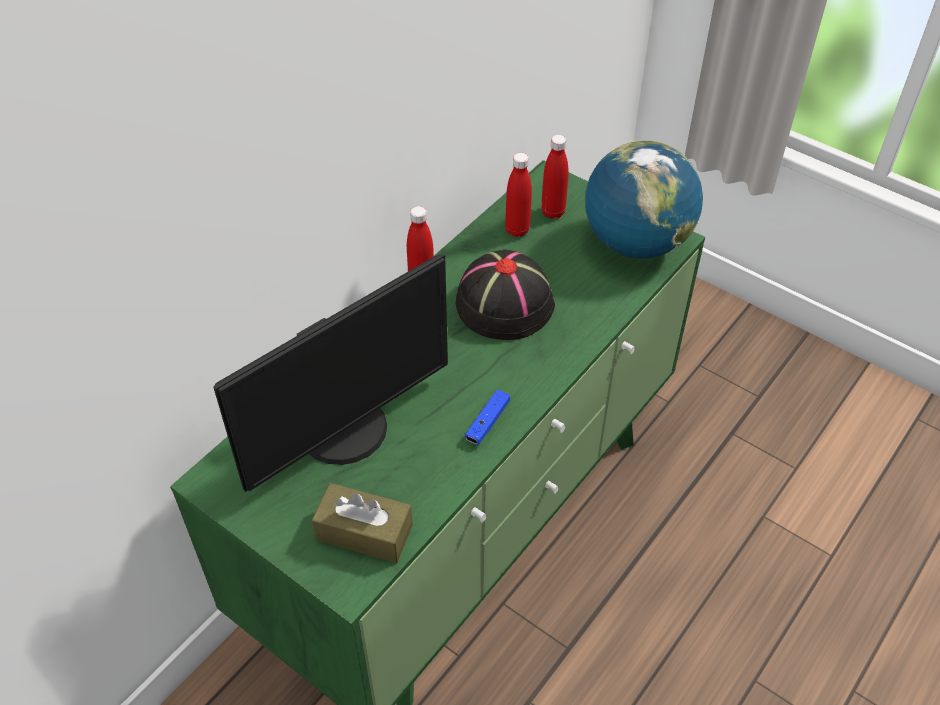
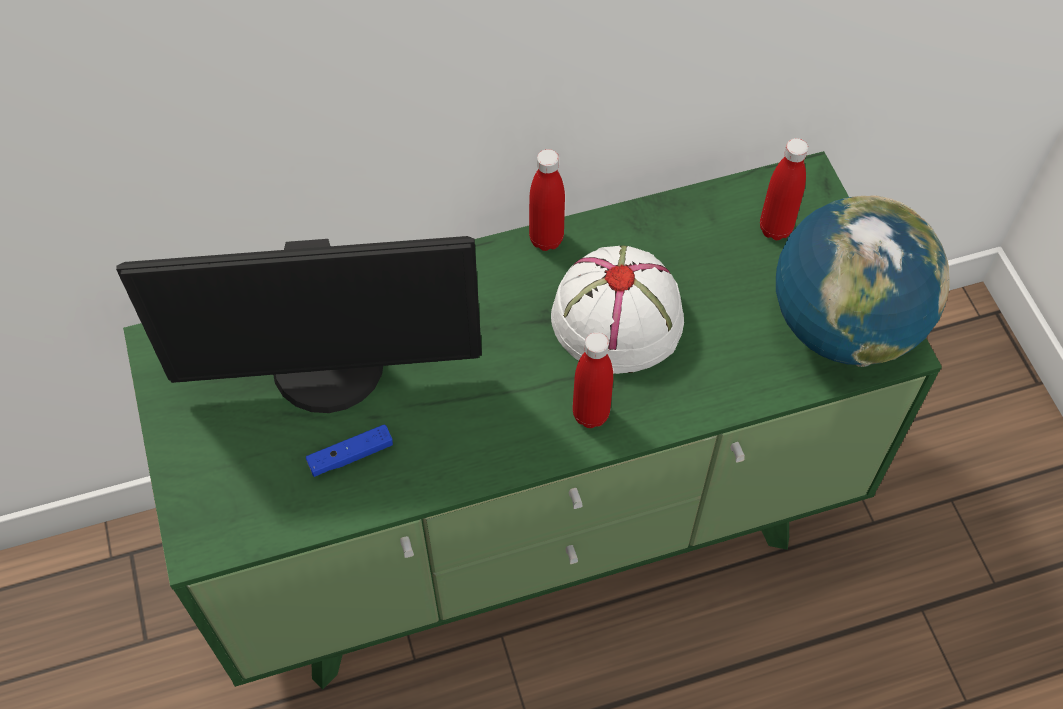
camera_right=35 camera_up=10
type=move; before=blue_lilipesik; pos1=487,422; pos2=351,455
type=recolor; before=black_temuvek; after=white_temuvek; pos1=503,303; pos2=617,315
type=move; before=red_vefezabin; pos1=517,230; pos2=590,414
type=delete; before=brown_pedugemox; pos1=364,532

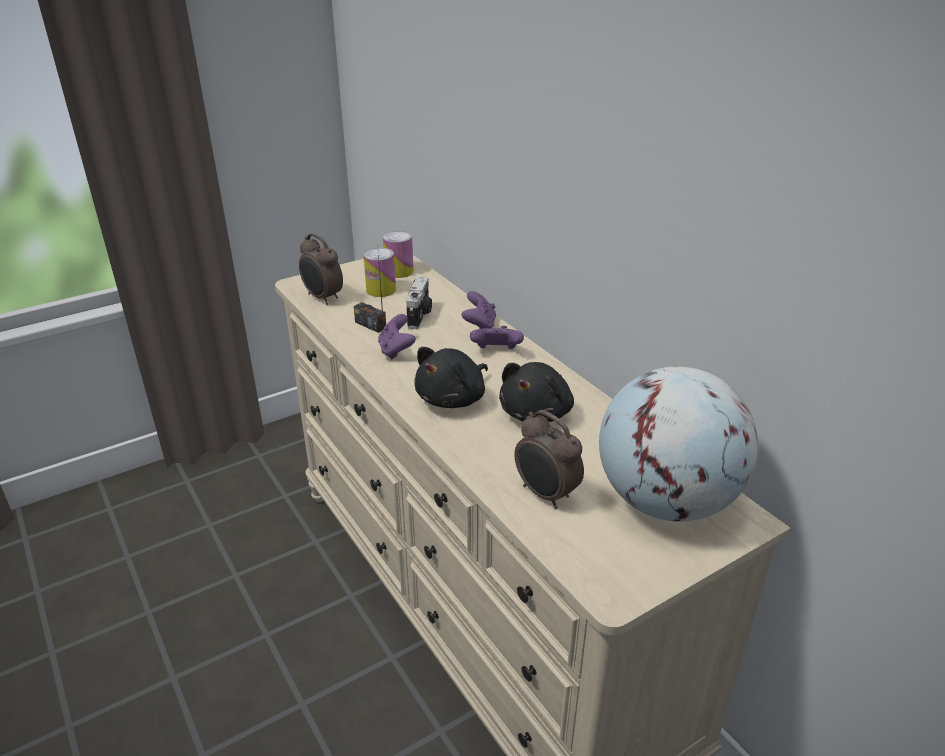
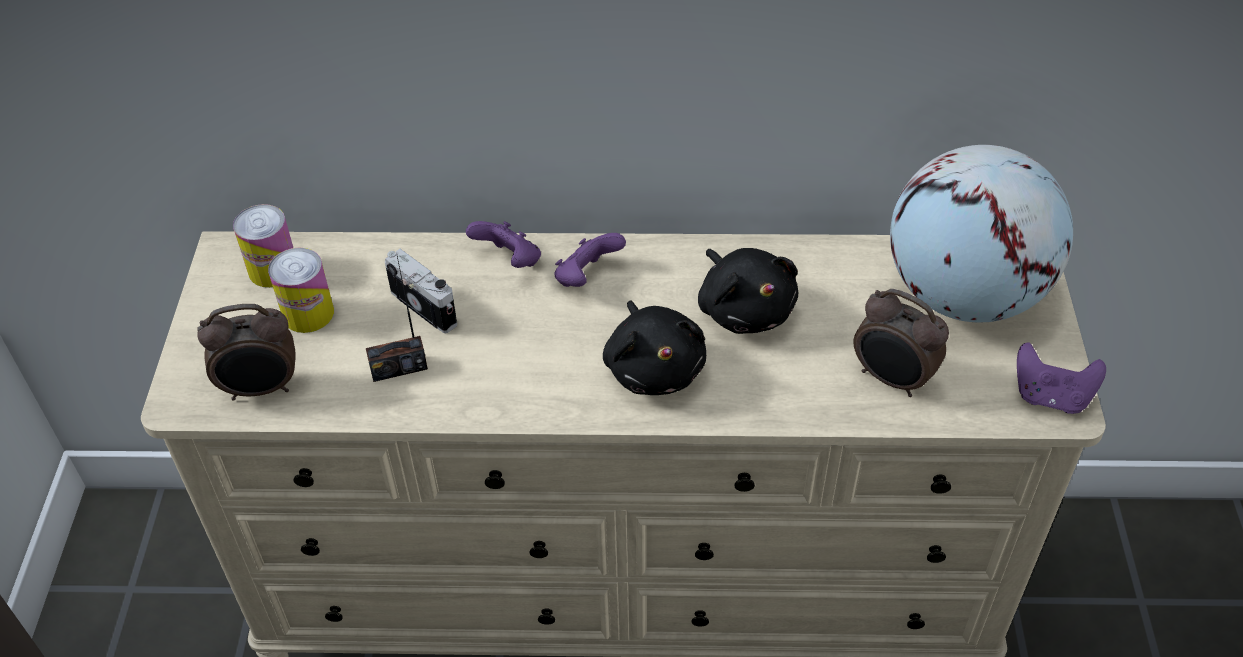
camera_right=-55 camera_up=15
type=rotate; before=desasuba; pos1=545,494; pos2=891,379; turn=45
type=move; before=purple_lilipesik; pos1=396,351; pos2=1051,396

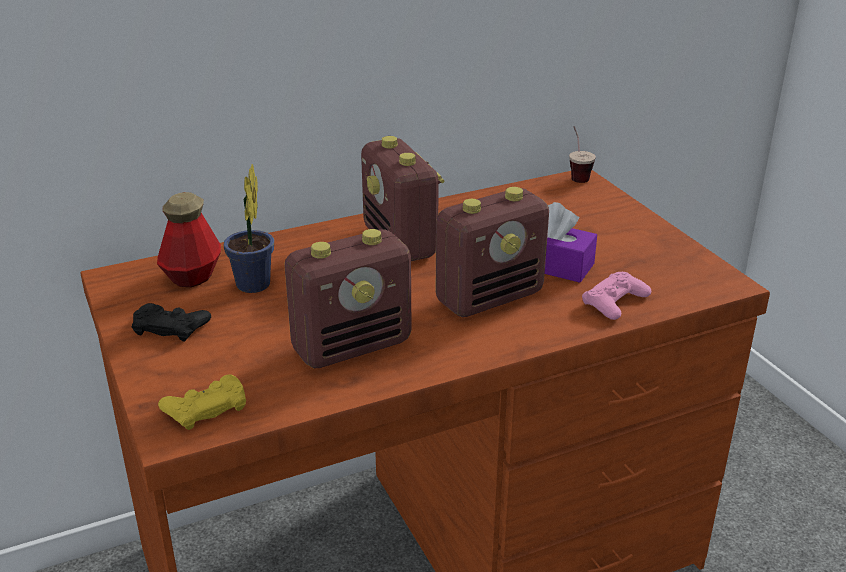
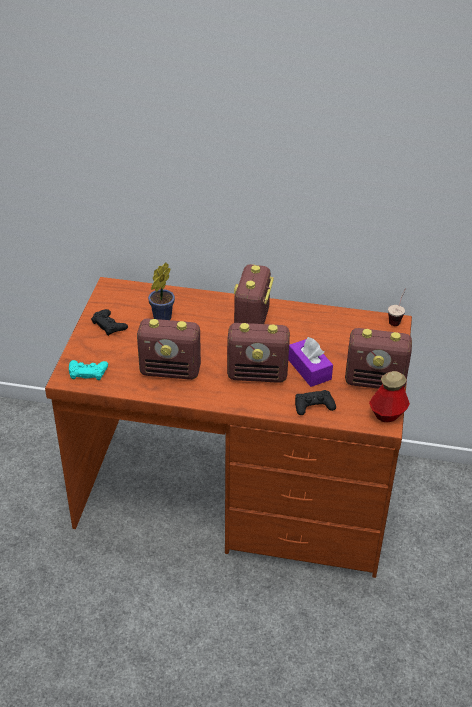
camera_right=35 camera_up=10
type=recolor; before=yellow_lilipesik; after=turquoise_lilipesik; pos1=206,407; pos2=88,372
type=recolor; before=pink_lilipesik; after=black_lilipesik; pos1=615,302; pos2=313,405
type=insert; after=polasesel; pos2=375,381
type=move; before=vefezabin; pos1=192,276; pos2=387,414

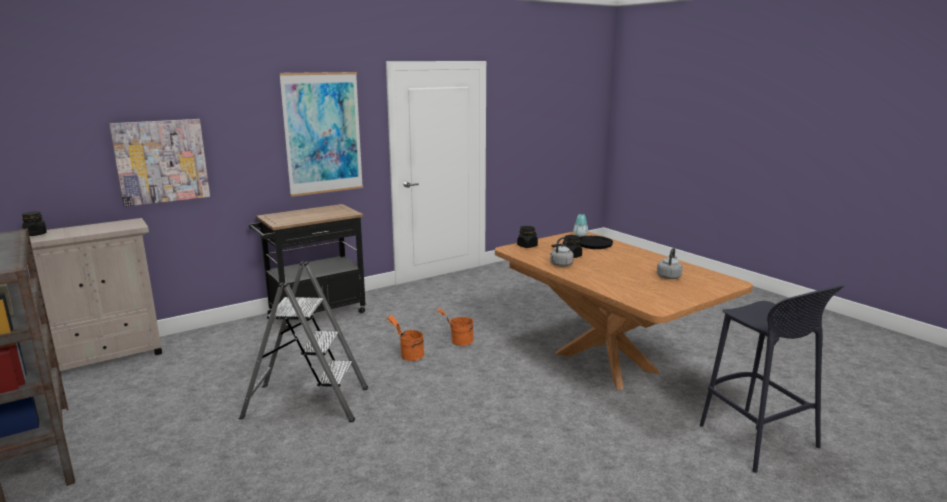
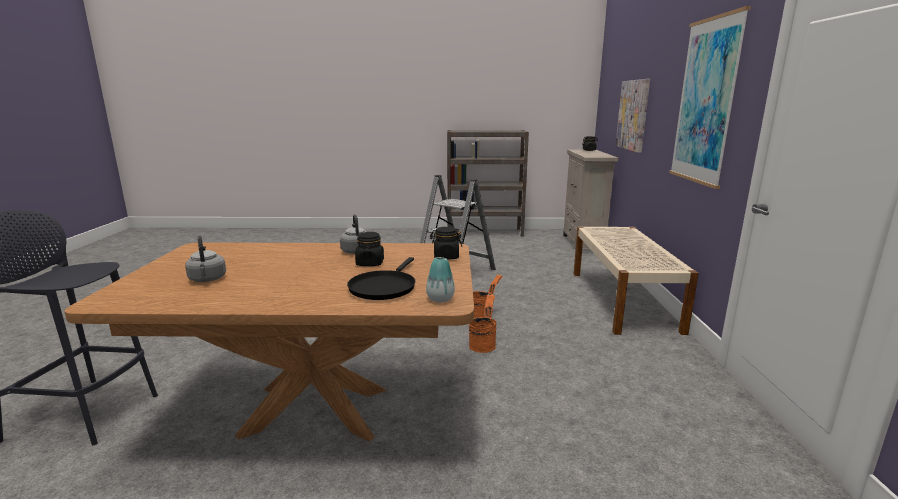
camera_right=125 camera_up=0
type=replace; before=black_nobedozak; after=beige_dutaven; pos1=314,314; pos2=623,300

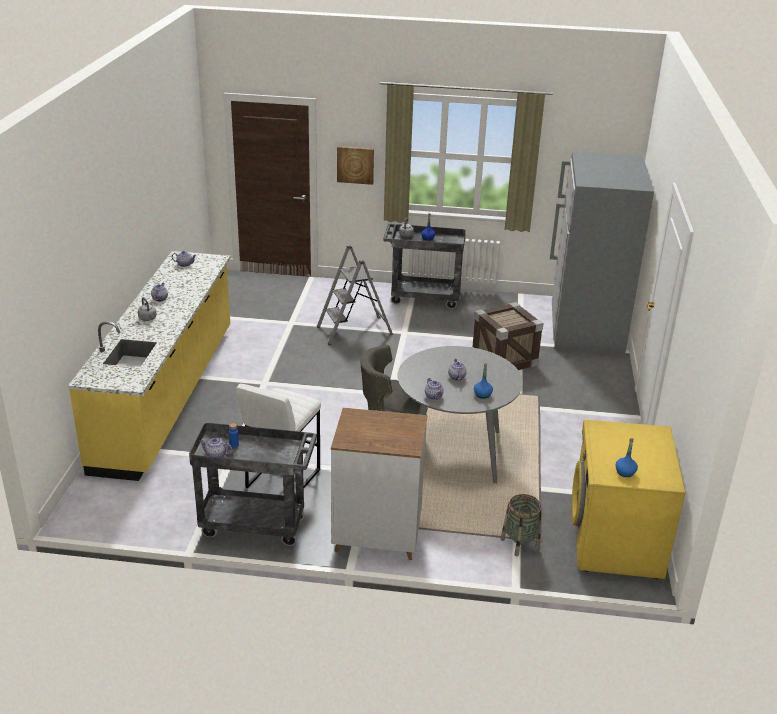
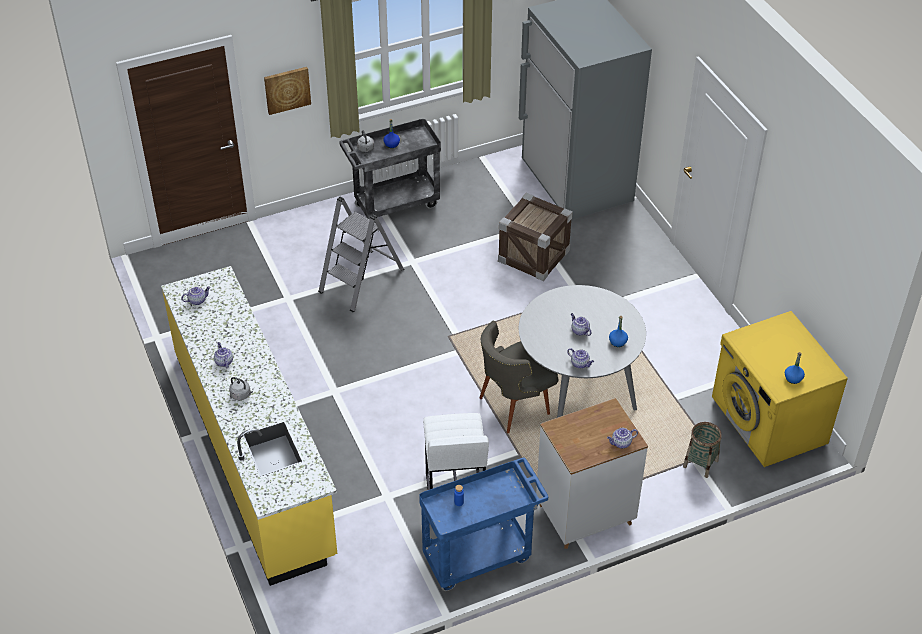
camera_right=-30 camera_up=15
type=recolor; before=grey_nobedozak; after=blue_nobedozak; pos1=258,528; pos2=482,559
type=move; before=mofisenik; pos1=215,455; pos2=621,443

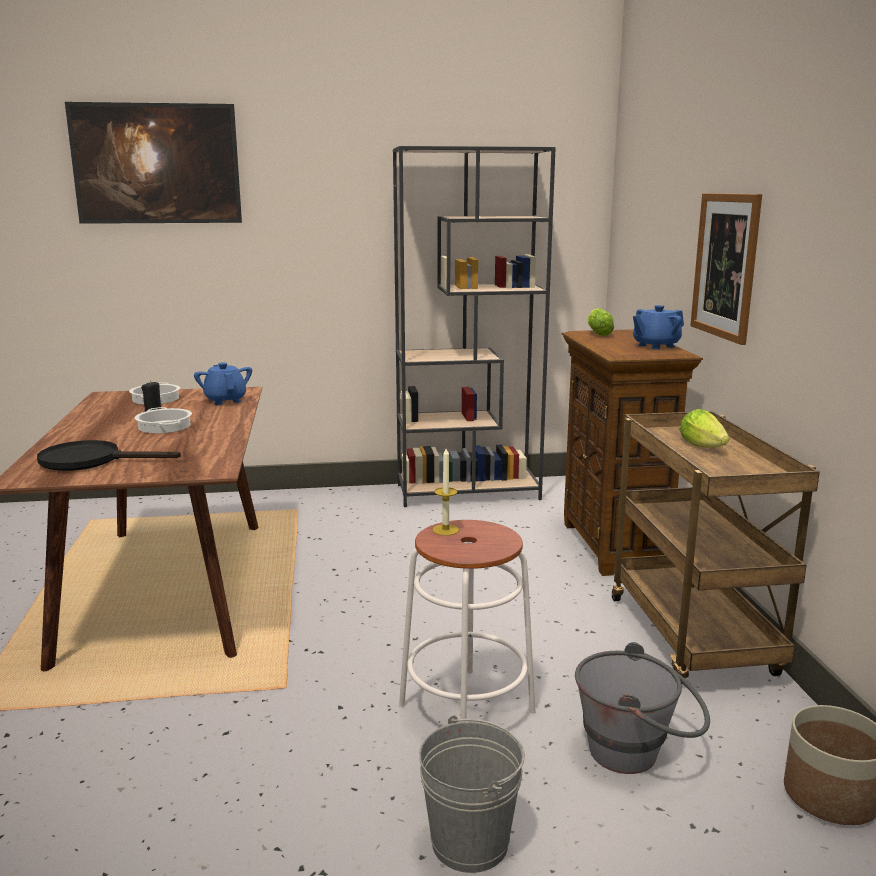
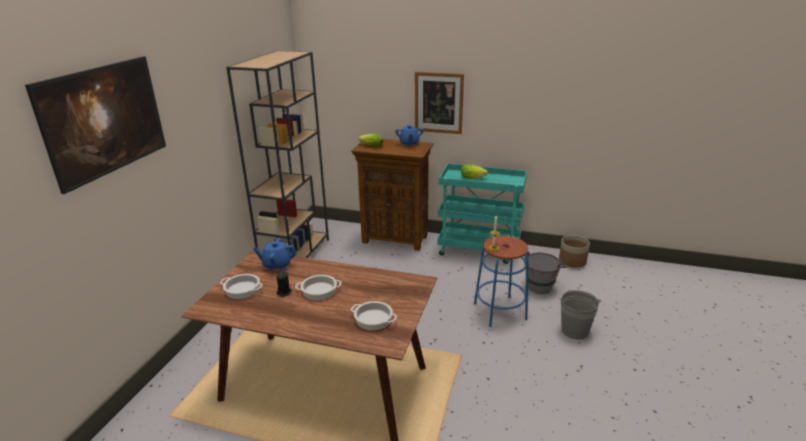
camera_right=-65 camera_up=10
type=replace; before=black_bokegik; after=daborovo; pos1=91,460; pos2=373,319
type=recolor; before=brown_nobedozak; after=turquoise_nobedozak; pos1=694,638; pos2=479,249
type=recolor; before=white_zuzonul; after=blue_zuzonul; pos1=466,708; pos2=500,311

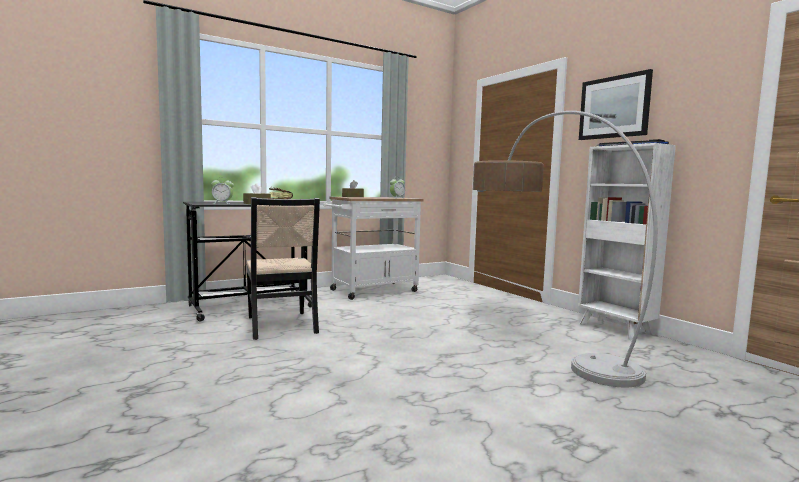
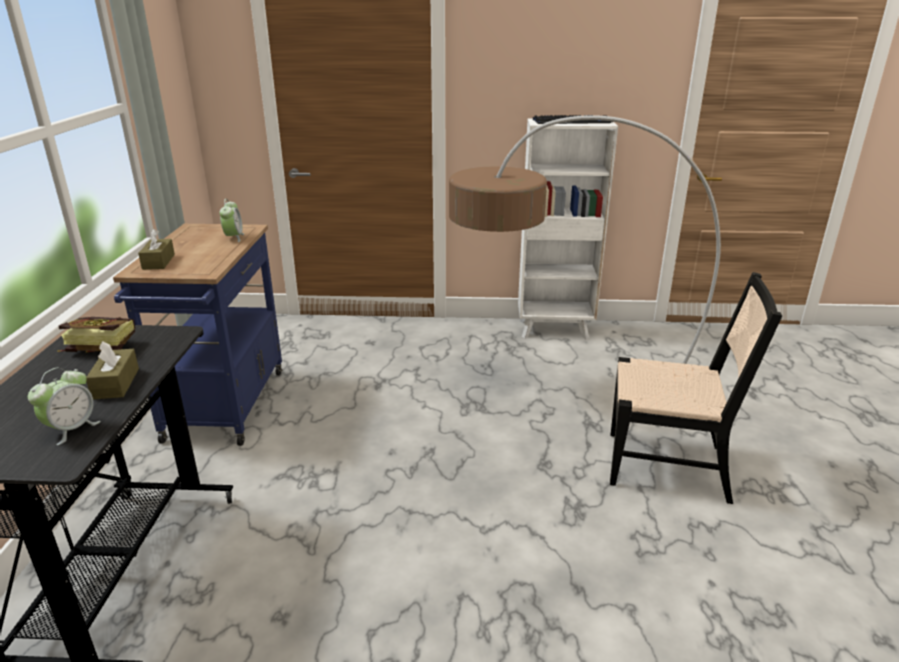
camera_right=-55 camera_up=20
type=recolor; before=white_nobedozak; after=blue_nobedozak; pos1=371,291; pos2=224,408
type=move; before=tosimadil; pos1=281,325; pos2=667,466
type=delete; before=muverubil; pos1=614,107

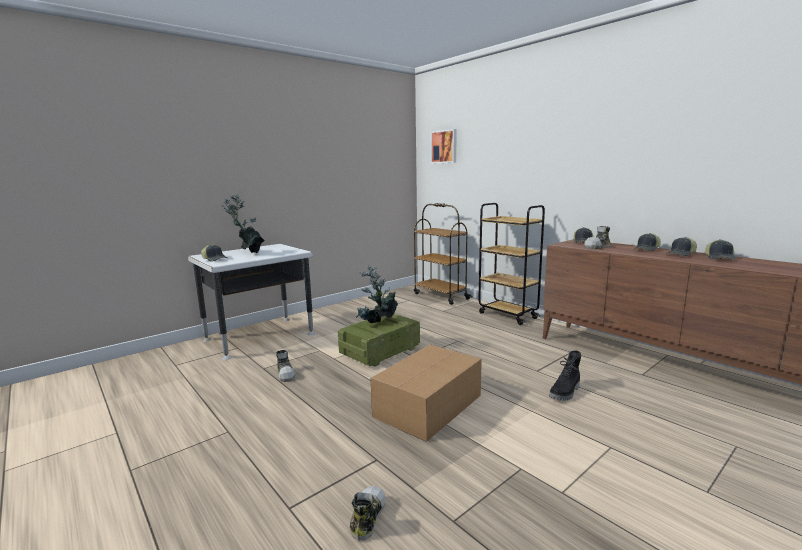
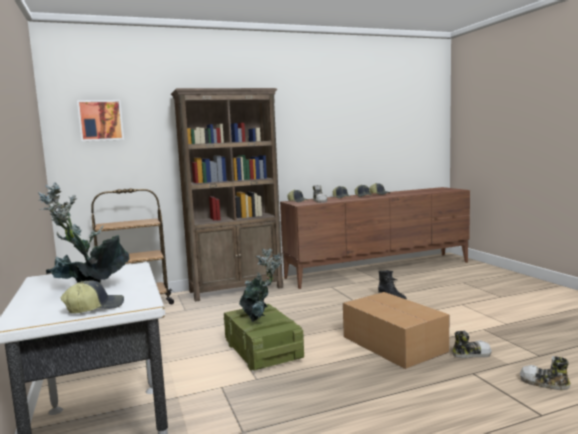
camera_right=-70 camera_up=-5
type=replace; before=brown_nobedozak; after=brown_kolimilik; pos1=508,315; pos2=237,289
type=move; before=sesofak; pos1=286,374; pos2=471,354

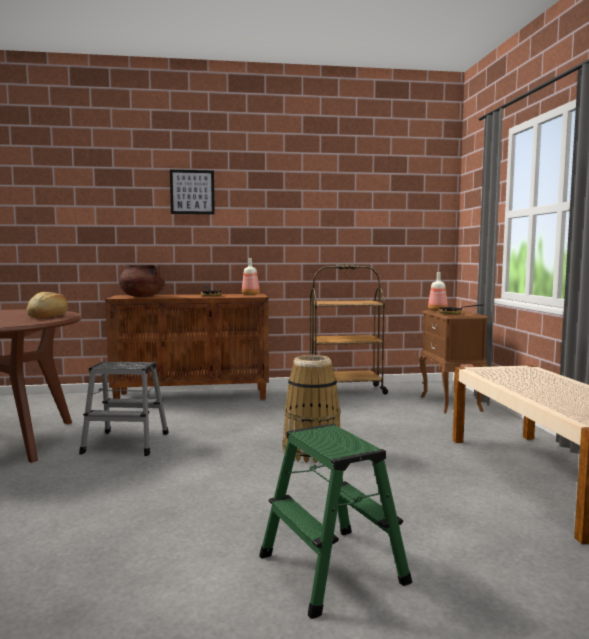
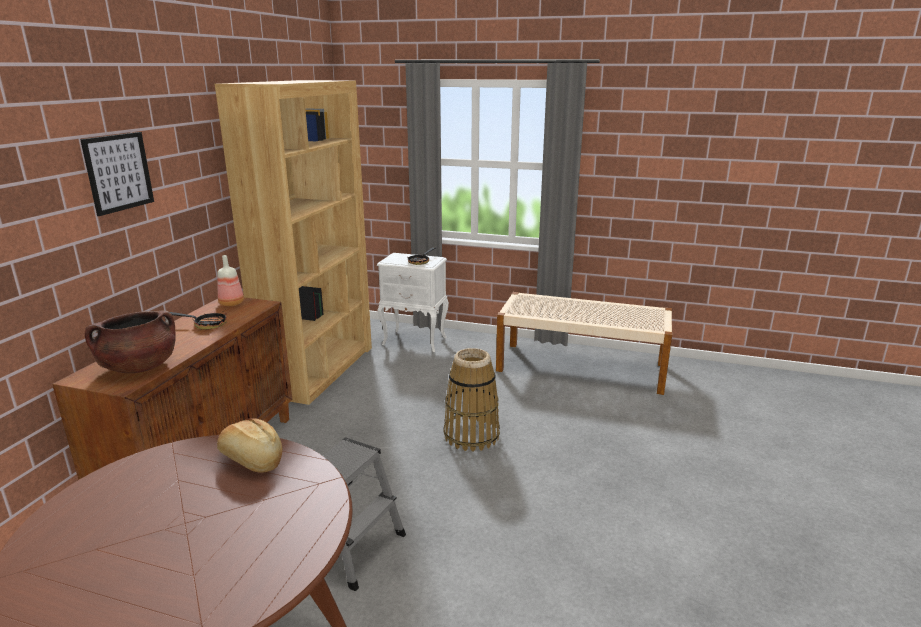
camera_right=-65 camera_up=15
type=replace; before=brown_nobedozak; after=brown_kolimilik; pos1=346,391; pos2=319,370
type=recolor; before=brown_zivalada; after=white_zivalada; pos1=451,404; pos2=415,341
type=delete; before=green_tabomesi; pos1=332,569
type=delete; before=vefezabin; pos1=437,310

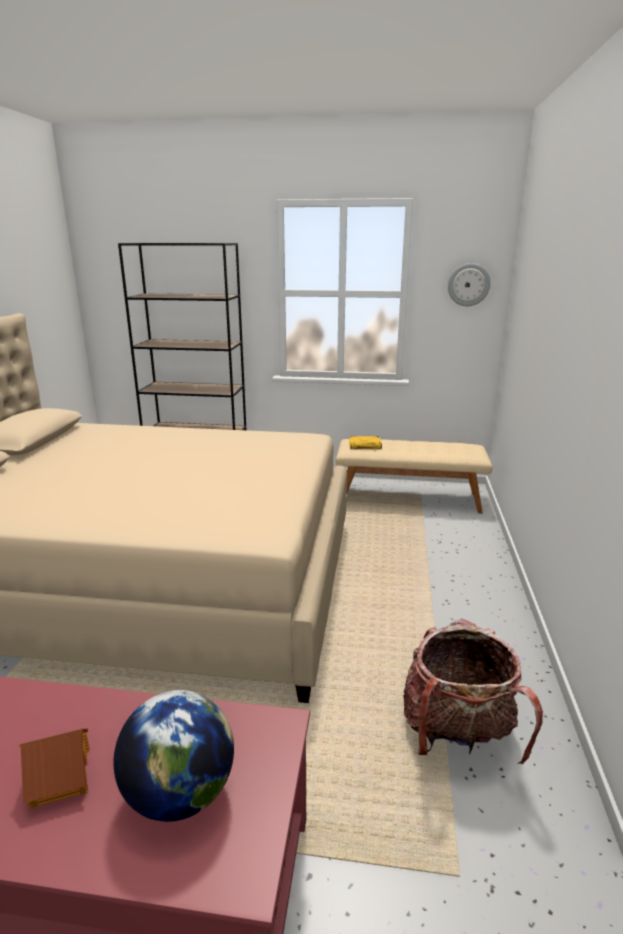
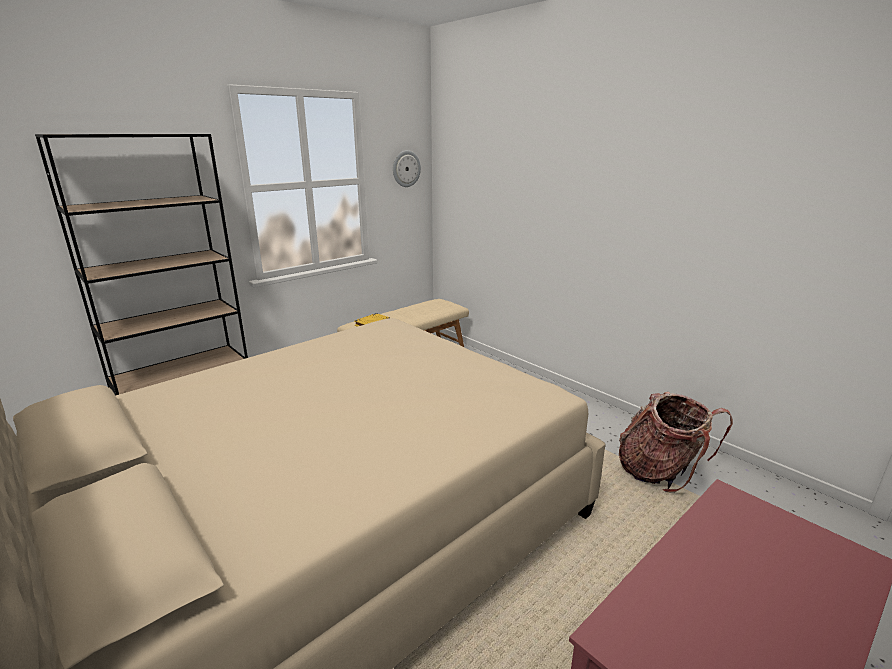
camera_right=-50 camera_up=0
type=delete; before=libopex; pos1=59,776
type=delete; before=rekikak; pos1=180,793

